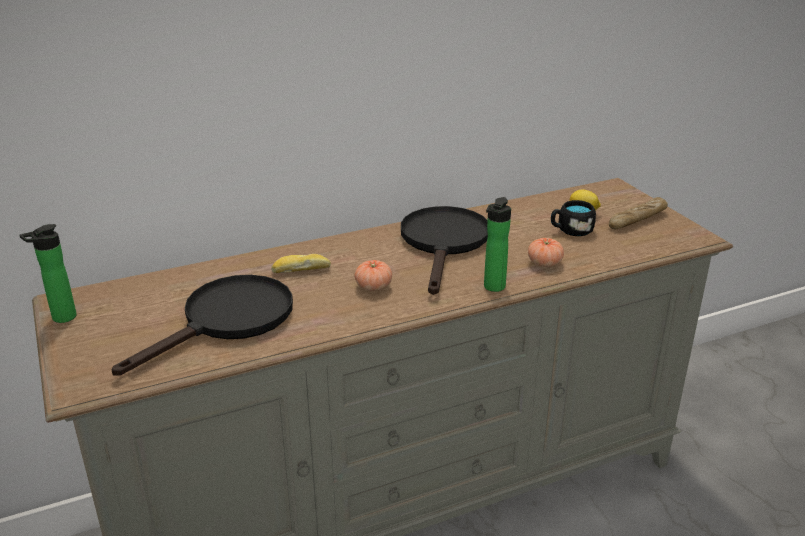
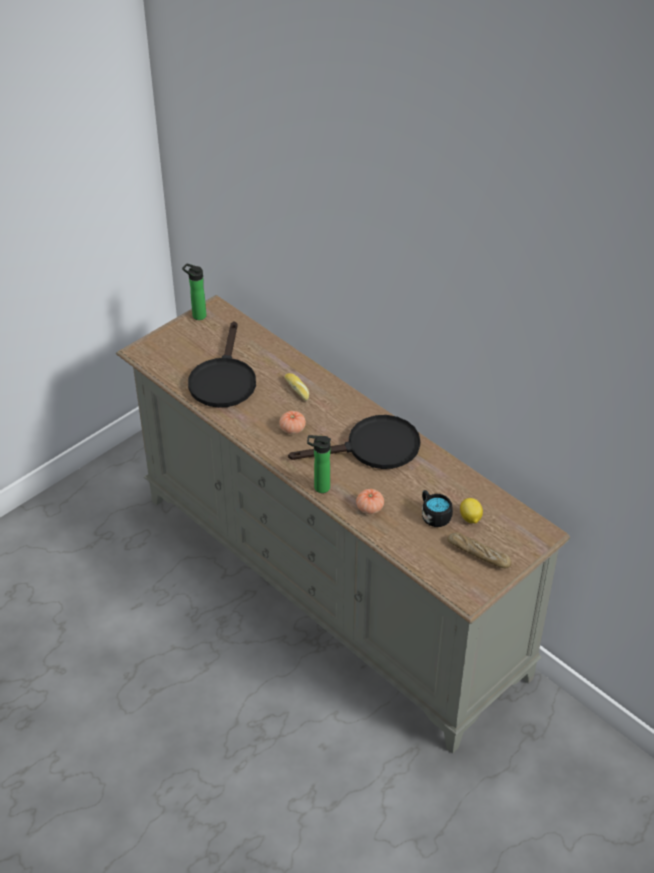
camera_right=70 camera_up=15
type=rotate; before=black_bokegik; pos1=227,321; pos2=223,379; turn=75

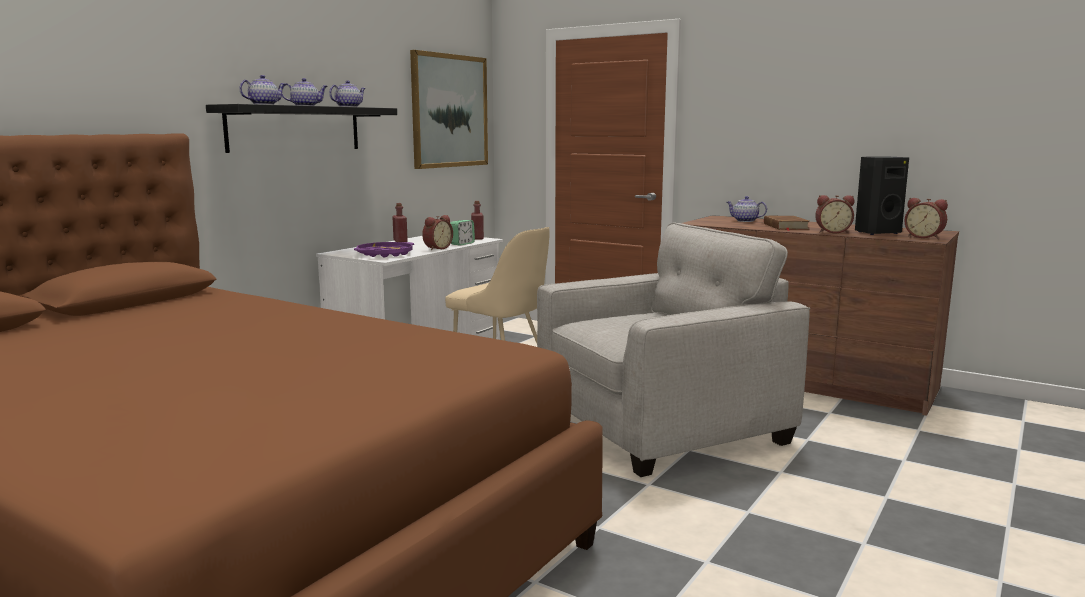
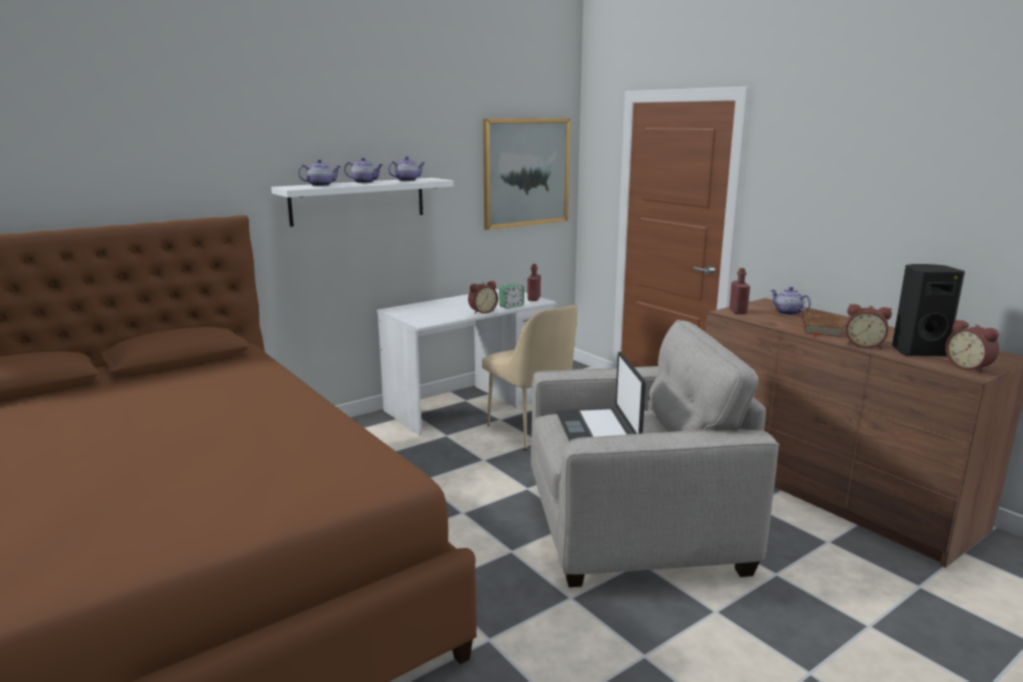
camera_right=20 camera_up=5
type=recolor; before=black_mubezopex; after=white_mubezopex; pos1=295,128; pos2=358,201
type=insert; after=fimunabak; pos2=598,430
type=move; before=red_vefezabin; pos1=400,241; pos2=737,311
type=delete; before=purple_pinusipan; pos1=384,254

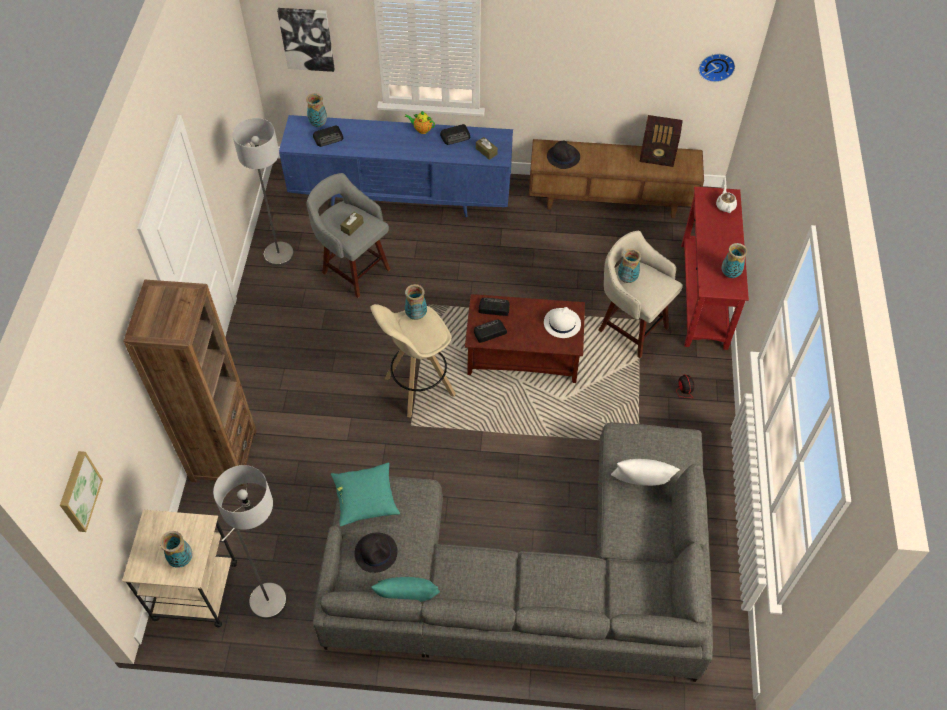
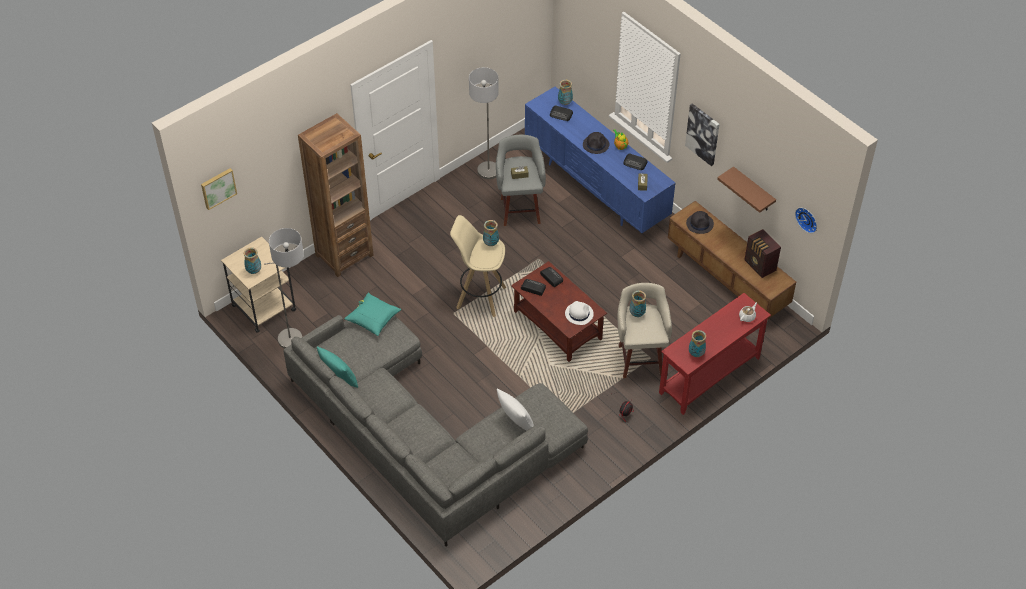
camera_right=45 camera_up=-5
type=move; before=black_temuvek; pos1=376,552; pos2=596,144
type=move; before=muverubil; pos1=307,39; pos2=703,134
type=insert; after=brown_mubezopex; pos2=753,190

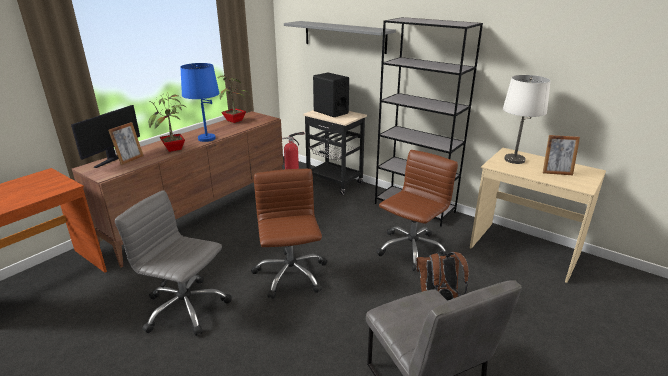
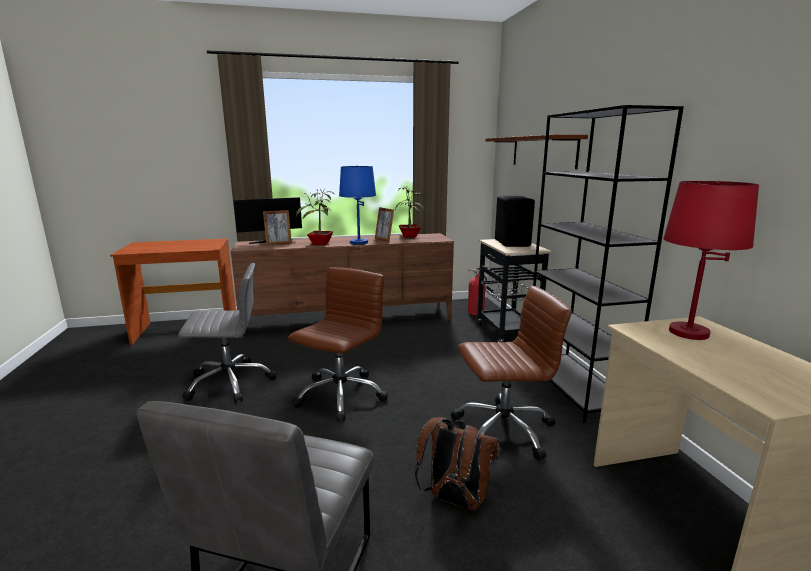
camera_right=40 camera_up=-10
type=rotate; before=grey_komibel; pos1=185,308; pos2=230,382; turn=105
type=move; before=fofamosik; pos1=556,172; pos2=384,240
type=recolor; before=grey_mubezopex; after=brown_mubezopex; pos1=344,36; pos2=543,151
type=recolor; before=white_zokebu; after=red_zokebu; pos1=514,160; pos2=688,333

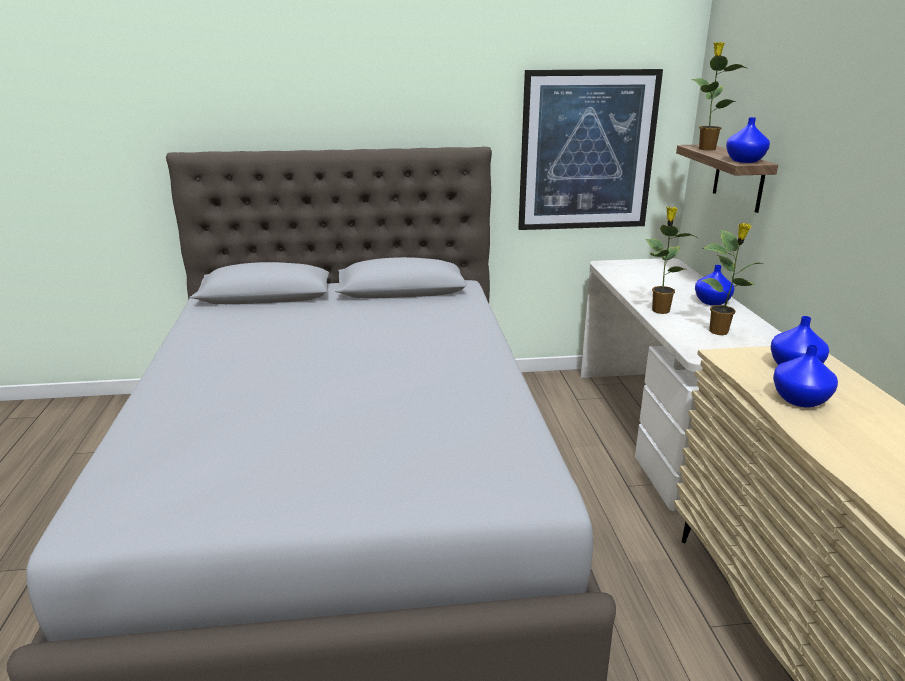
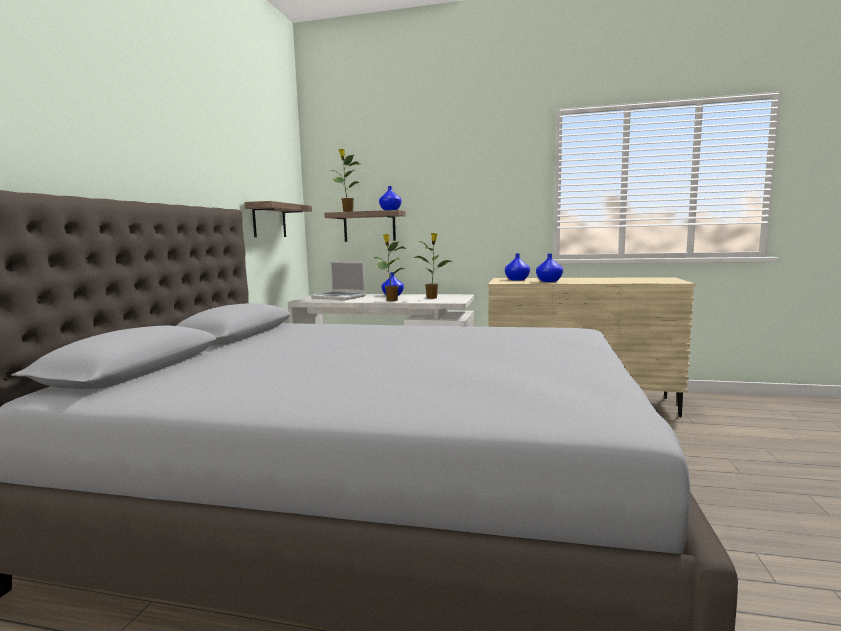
camera_right=-70 camera_up=-15
type=replace; before=muverubil; after=mubezopex; pos1=587,151; pos2=269,220
type=insert; after=fimunabak; pos2=340,297

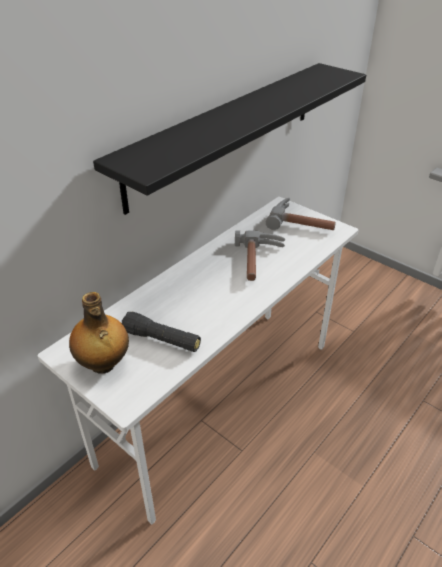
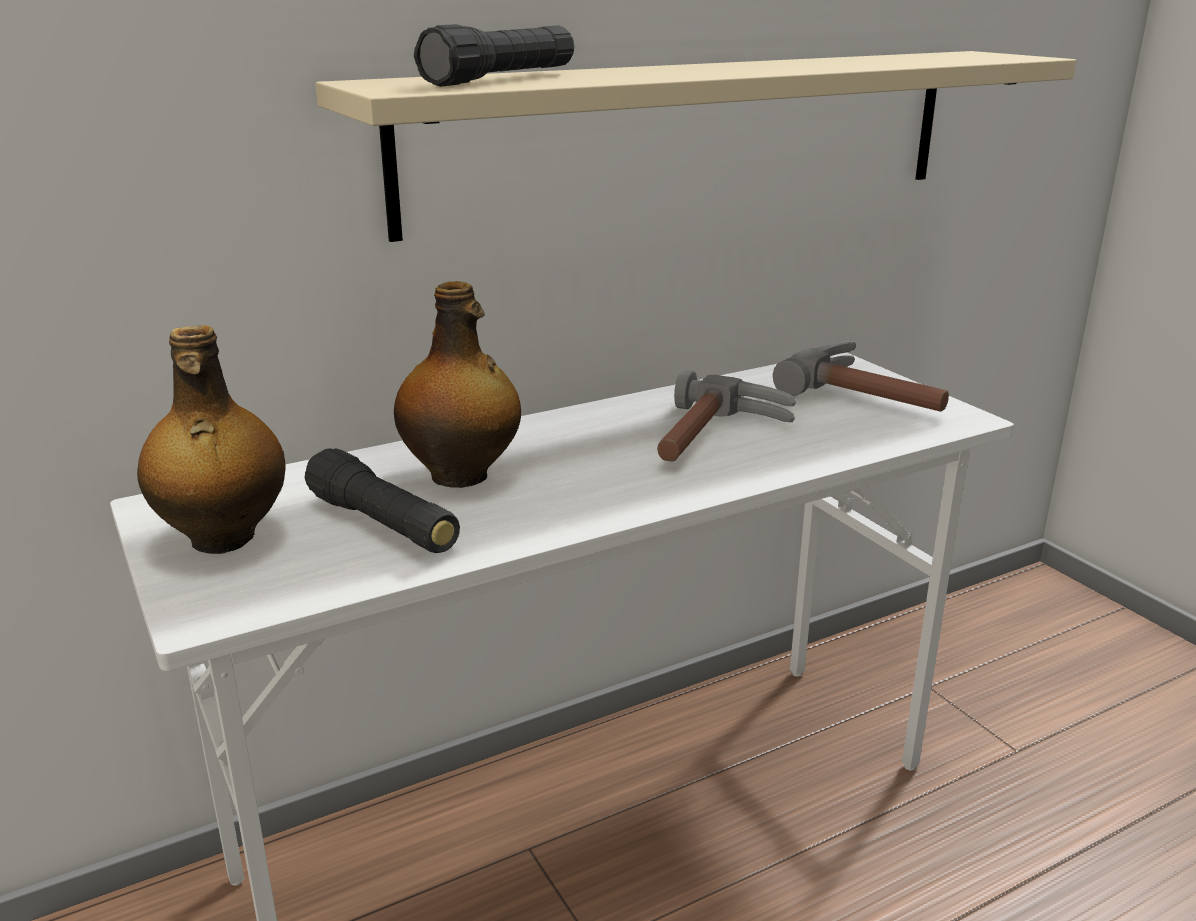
camera_right=20 camera_up=-15
type=recolor; before=black_mubezopex; after=beige_mubezopex; pos1=226,131; pos2=693,136
type=insert; after=vefezabin; pos2=461,476
type=insert; after=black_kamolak; pos2=502,79

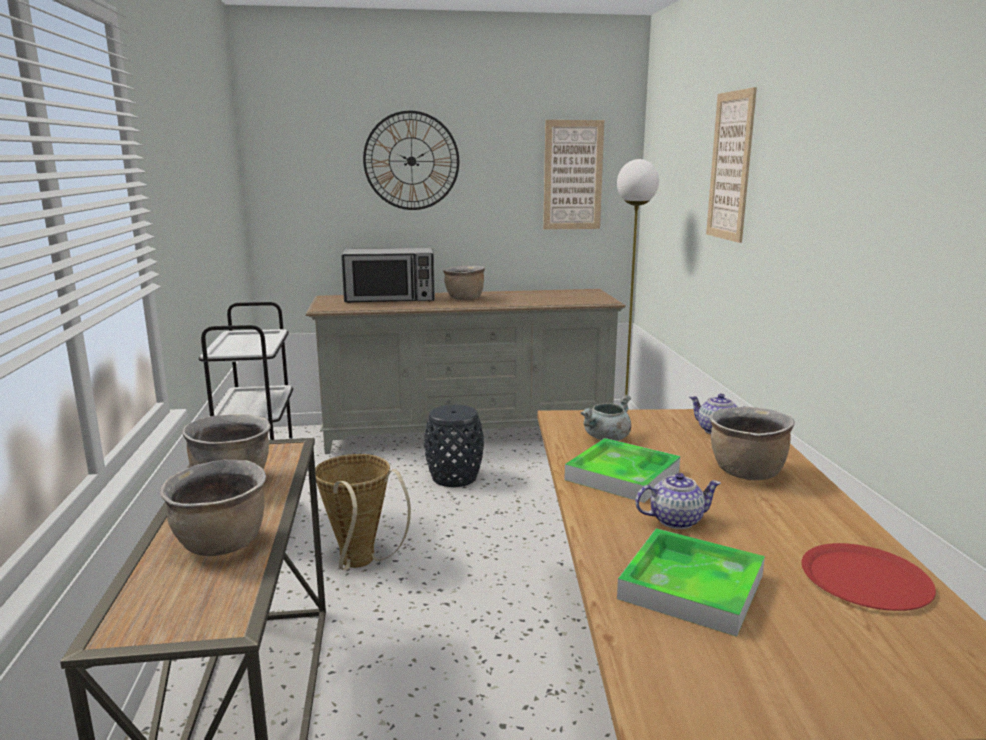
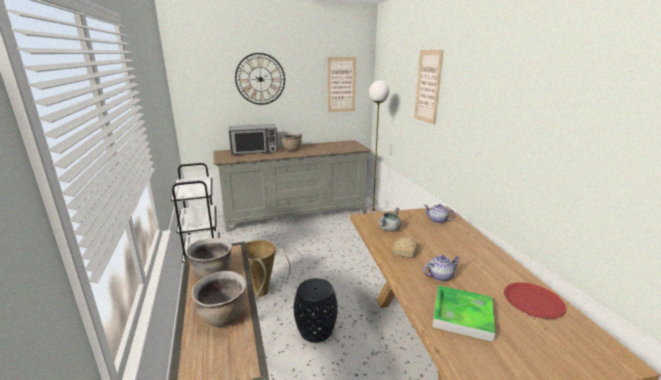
camera_right=-10 camera_up=5
type=move; before=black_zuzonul; pos1=454,477; pos2=315,330
type=replace; before=pinusipan; after=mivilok; pos1=622,475; pos2=405,251
type=delete; before=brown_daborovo; pos1=746,473

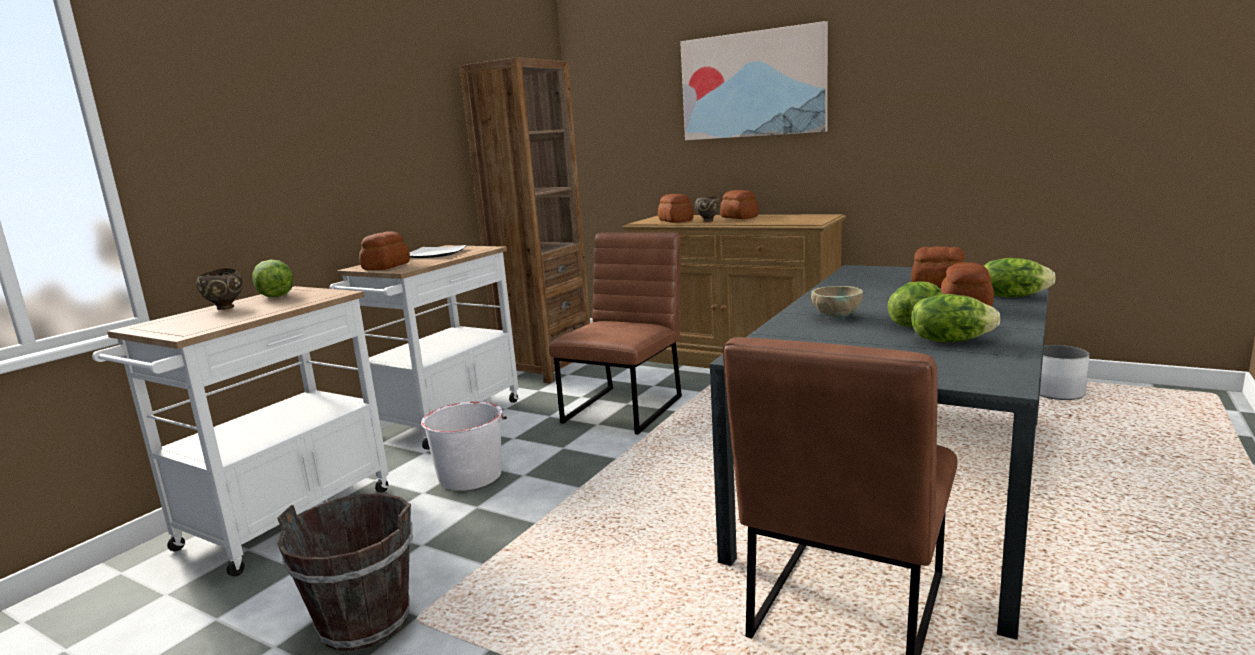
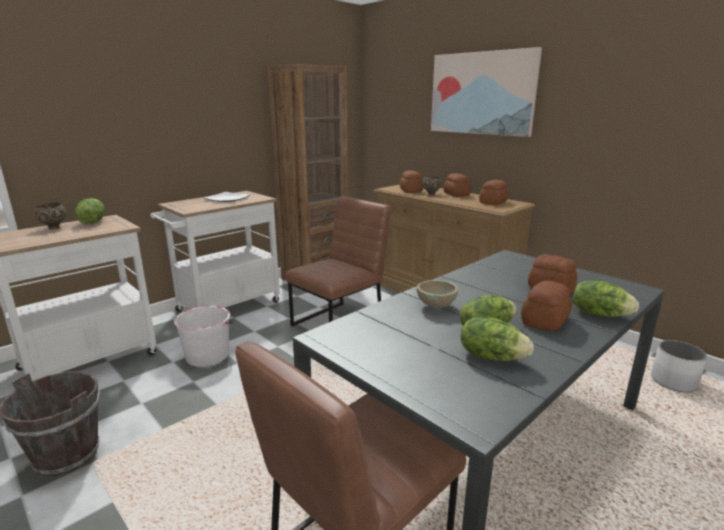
camera_right=15 camera_up=5
type=move; before=mivilok; pos1=387,266; pos2=493,202

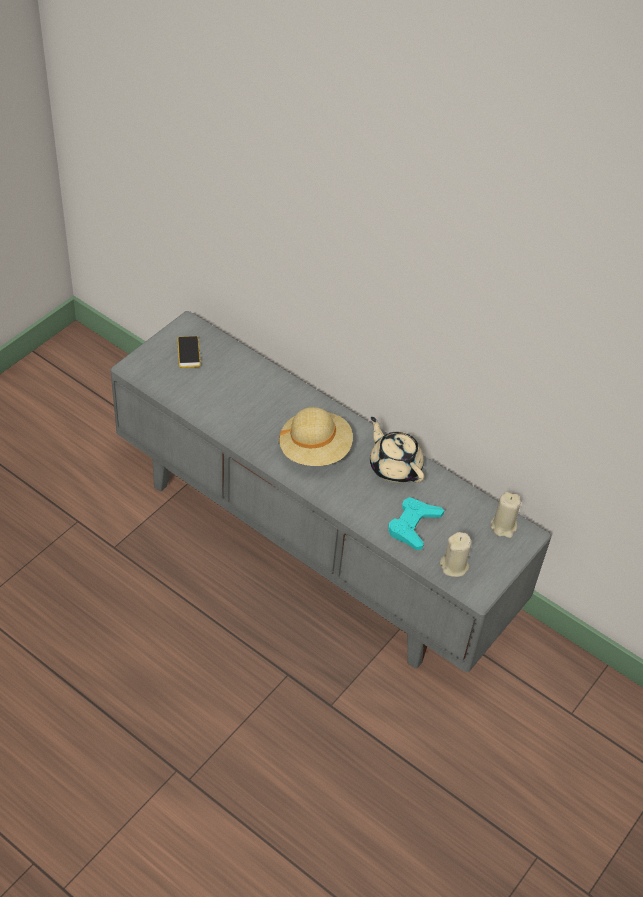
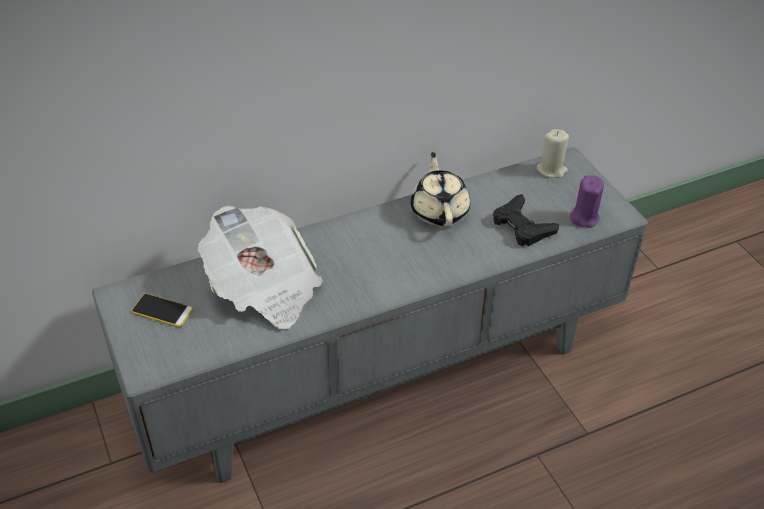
camera_right=-60 camera_up=-5
type=insert; after=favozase; pos2=264,288
type=rotate; before=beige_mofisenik; pos1=394,466; pos2=439,211; turn=90
type=recolor; before=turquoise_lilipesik; after=black_lilipesik; pos1=413,526; pos2=522,226
type=recolor; before=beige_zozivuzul; after=purple_zozivuzul; pos1=454,566; pos2=584,218
type=delete; before=beige_temuvek; pos1=315,450

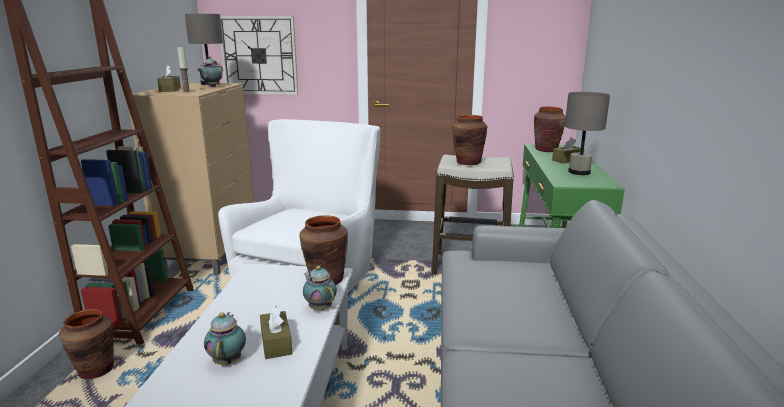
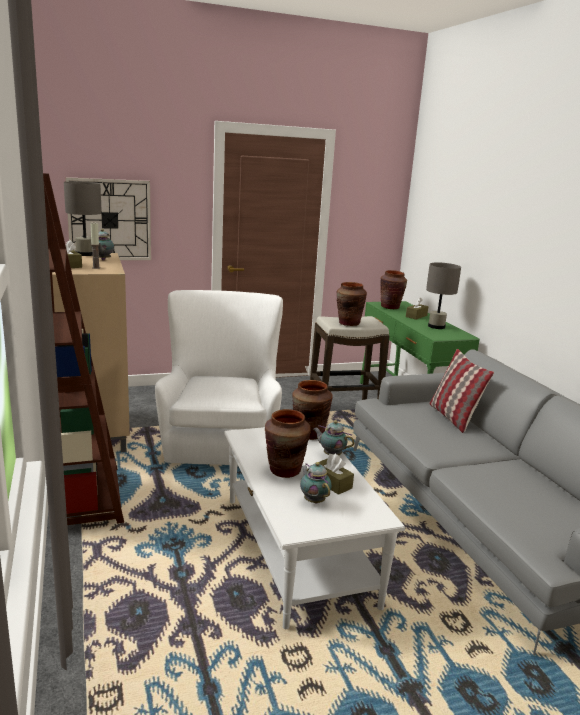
camera_right=-25 camera_up=0
type=move; before=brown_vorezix; pos1=95,370; pos2=285,470
type=insert; after=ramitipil; pos2=453,417

